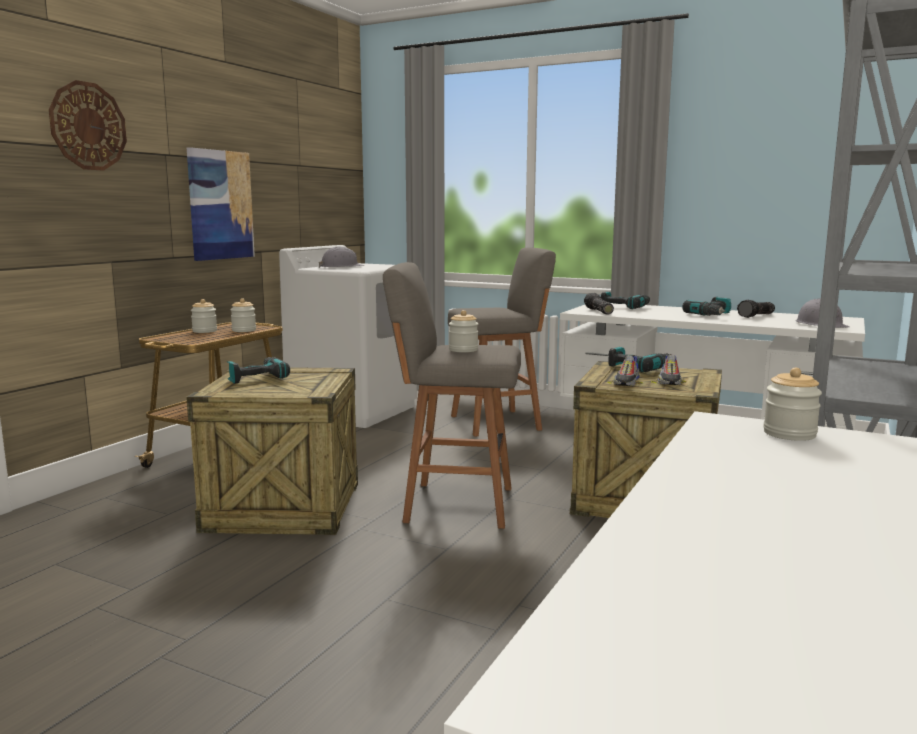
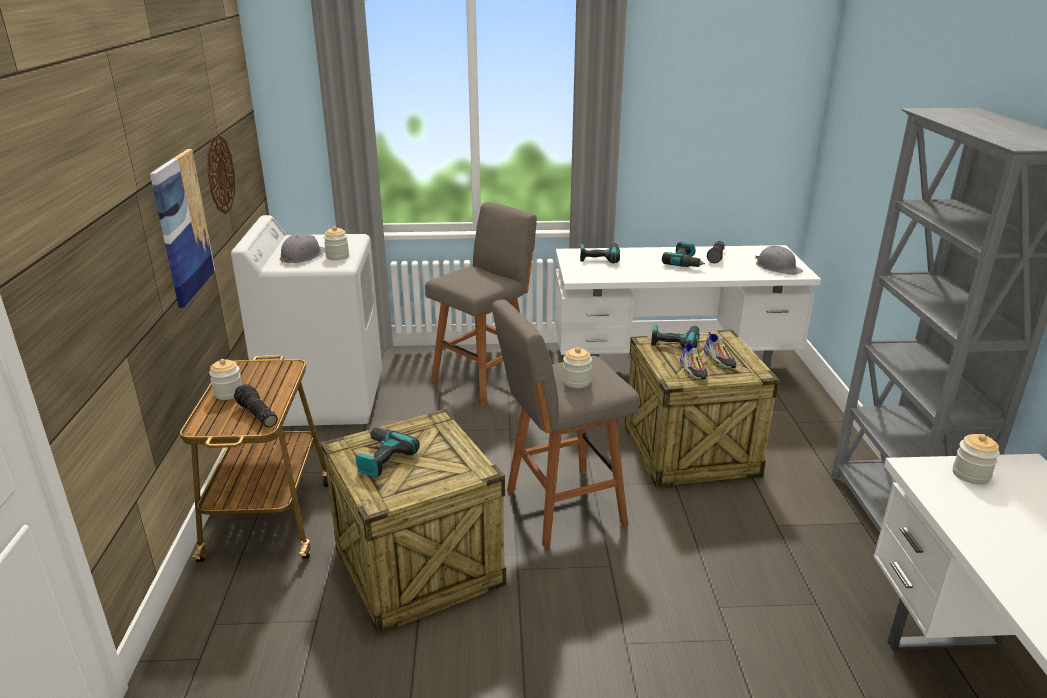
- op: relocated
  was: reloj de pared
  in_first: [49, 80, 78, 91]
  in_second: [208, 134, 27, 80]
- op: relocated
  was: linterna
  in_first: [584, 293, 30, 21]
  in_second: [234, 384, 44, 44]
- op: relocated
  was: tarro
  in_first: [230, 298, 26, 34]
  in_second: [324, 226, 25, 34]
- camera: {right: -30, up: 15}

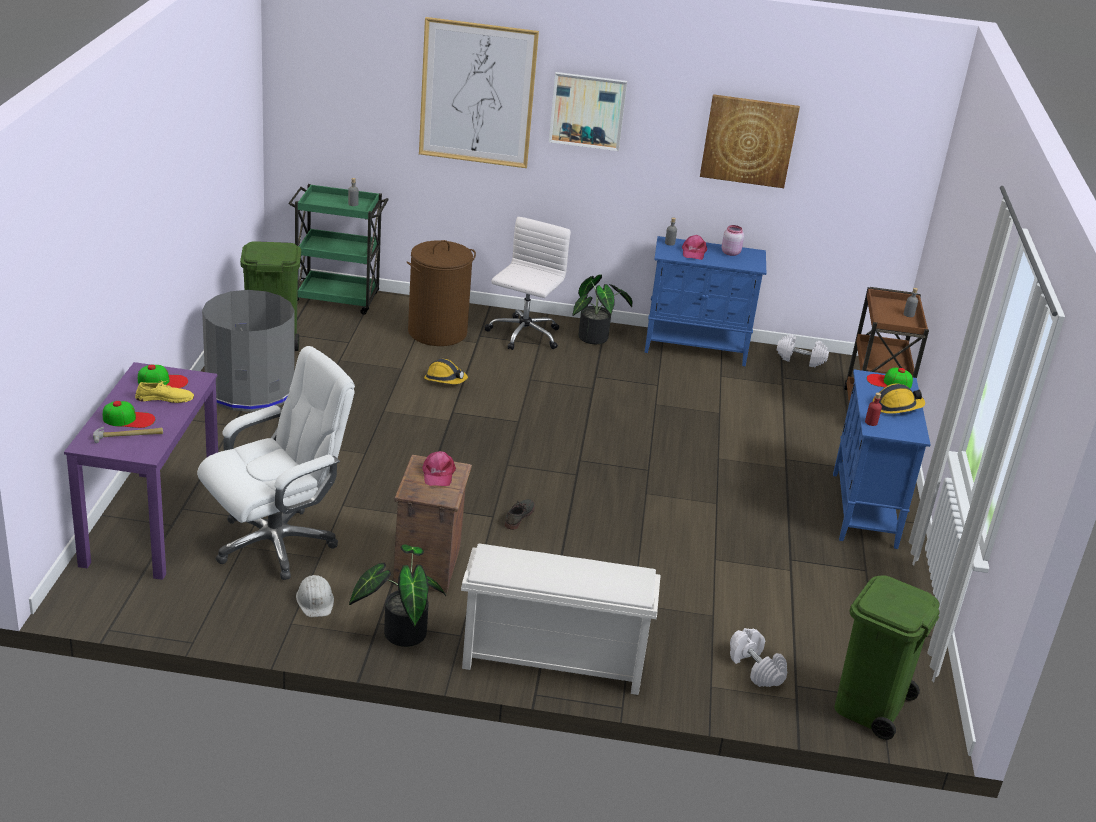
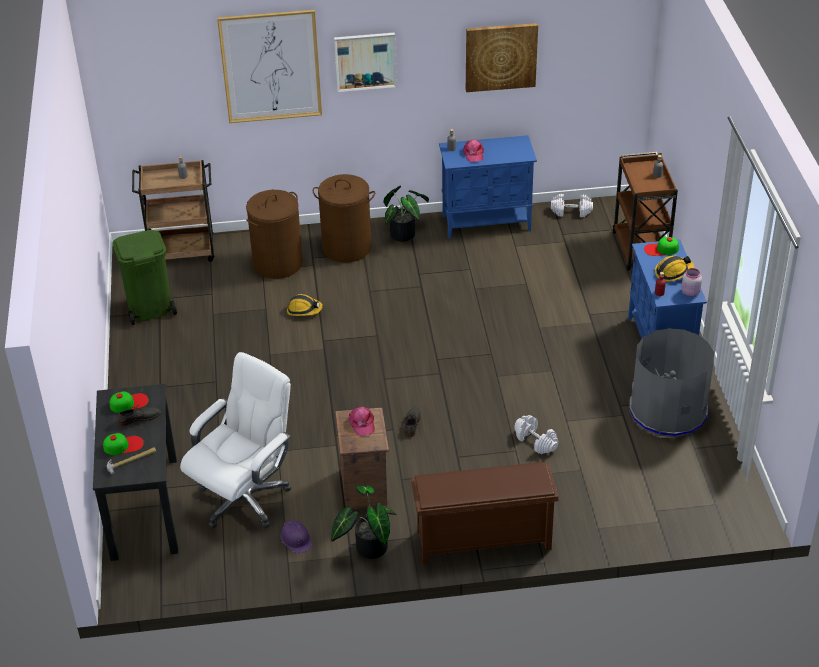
- op: colour
  was: carrito (verde)
  now: carrito (marrón)
  in_first: [288, 184, 101, 131]
  in_second: [132, 160, 83, 102]
- op: exchanged
  was: silla de oficina (blanco)
  now: cesto de la ropa (marrón)
  in_first: [485, 217, 86, 133]
  in_second: [313, 174, 62, 89]
- op: relocated
  was: tarro (rosa)
  in_first: [722, 225, 22, 31]
  in_second: [681, 268, 21, 28]
- op: relocated
  was: papelera (gris)
  in_first: [202, 290, 93, 122]
  in_second: [629, 328, 85, 109]
- op: colour
  was: escritorio (morado)
  now: escritorio (negro)
  in_first: [64, 362, 154, 218]
  in_second: [93, 384, 85, 177]
- op: colour
  was: zapato (amarillo)
  now: zapato (gris)
  in_first: [135, 380, 59, 23]
  in_second: [117, 406, 44, 21]
- op: colour
  was: zapatero (blanco)
  now: zapatero (marrón)
  in_first: [461, 543, 200, 152]
  in_second: [411, 462, 148, 102]
- op: colour
  was: casco (blanco)
  now: casco (morado)
  in_first: [296, 575, 38, 42]
  in_second: [280, 520, 32, 34]
- op: missing
  was: papelera (verde)
  in_first: [834, 575, 106, 165]
- op: relocated
  was: mancuerna (blanco)
  in_first: [730, 628, 57, 59]
  in_second: [514, 415, 44, 39]
- camera: {right: -10, up: 10}

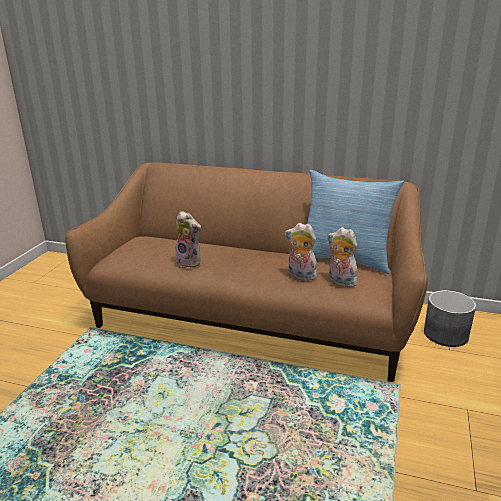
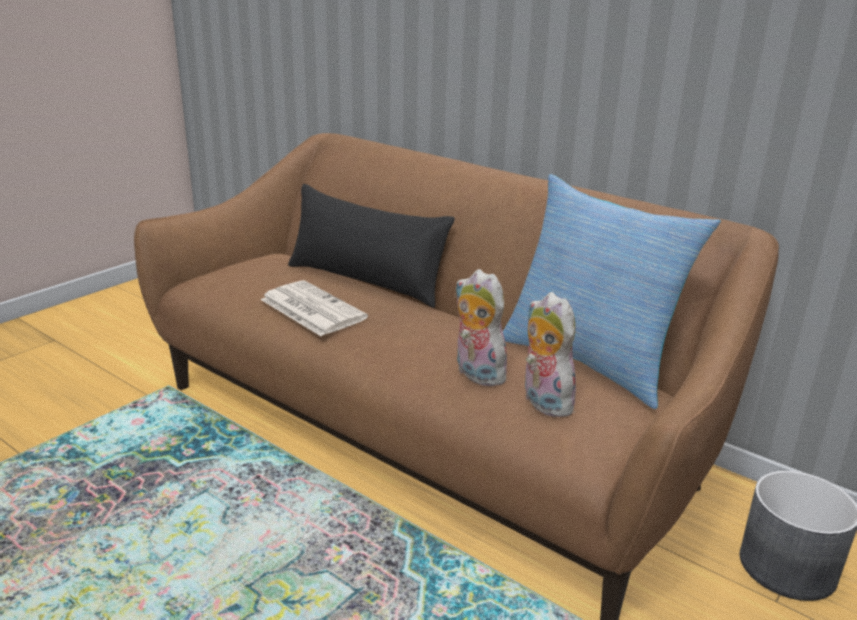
- op: exchanged
  was: peluche
  now: periódico
  in_first: [175, 211, 26, 57]
  in_second: [260, 280, 108, 56]
- op: appeared
  now: cojín (negro)
  in_second: [288, 184, 167, 124]
- camera: {right: 20, up: 0}

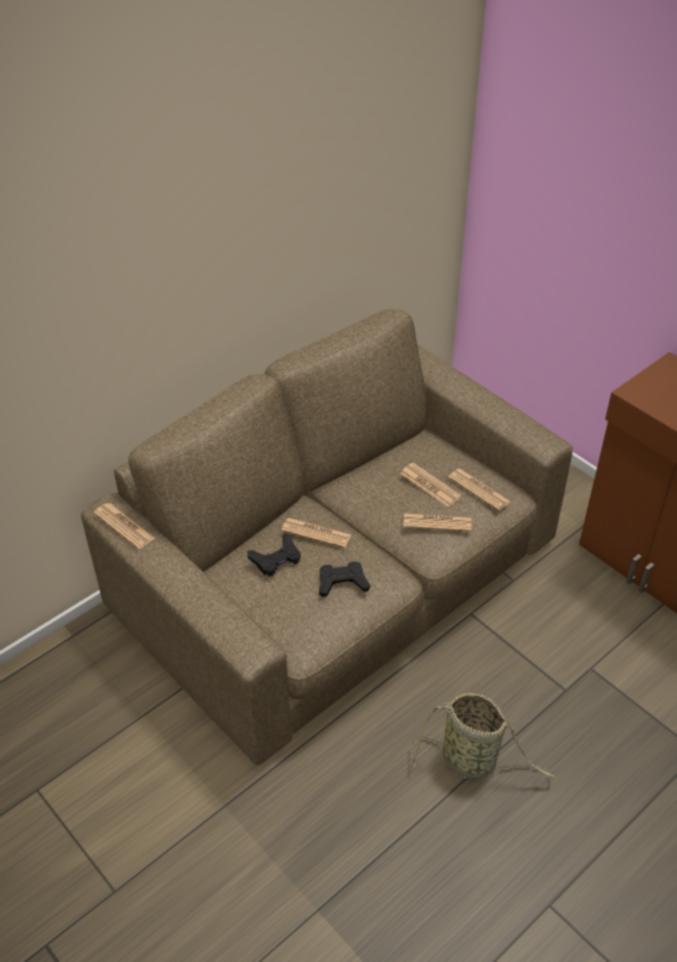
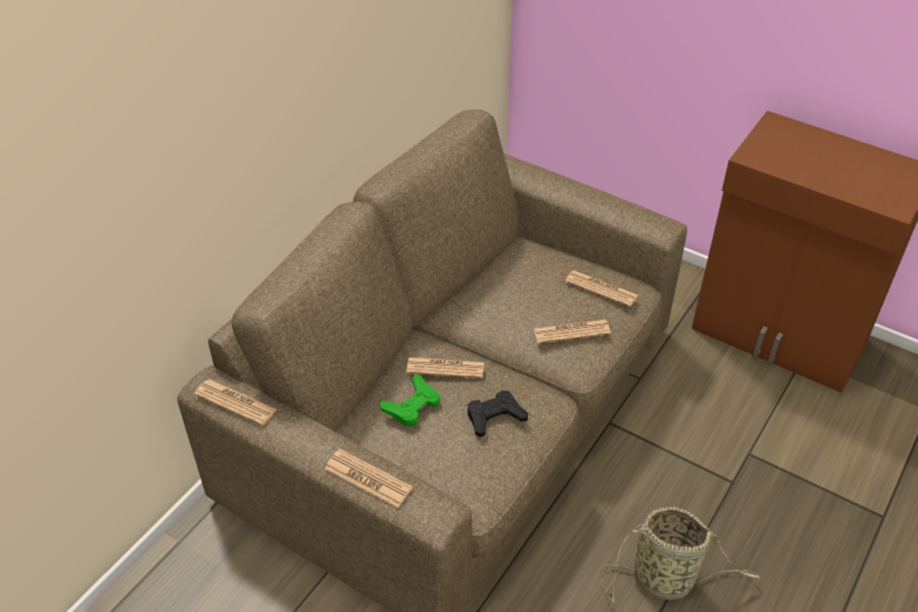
- op: relocated
  was: periódico
  in_first: [400, 463, 61, 44]
  in_second: [325, 449, 88, 59]
- op: colour
  was: mando de consola (negro)
  now: mando de consola (verde)
  in_first: [248, 533, 53, 43]
  in_second: [380, 374, 60, 53]
- camera: {right: -15, up: 0}

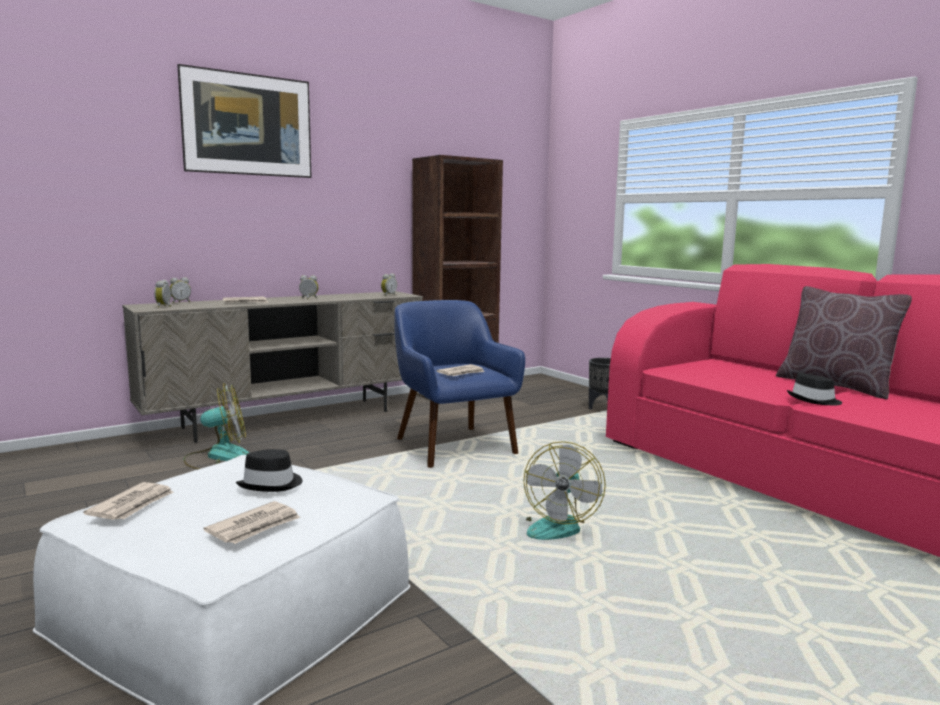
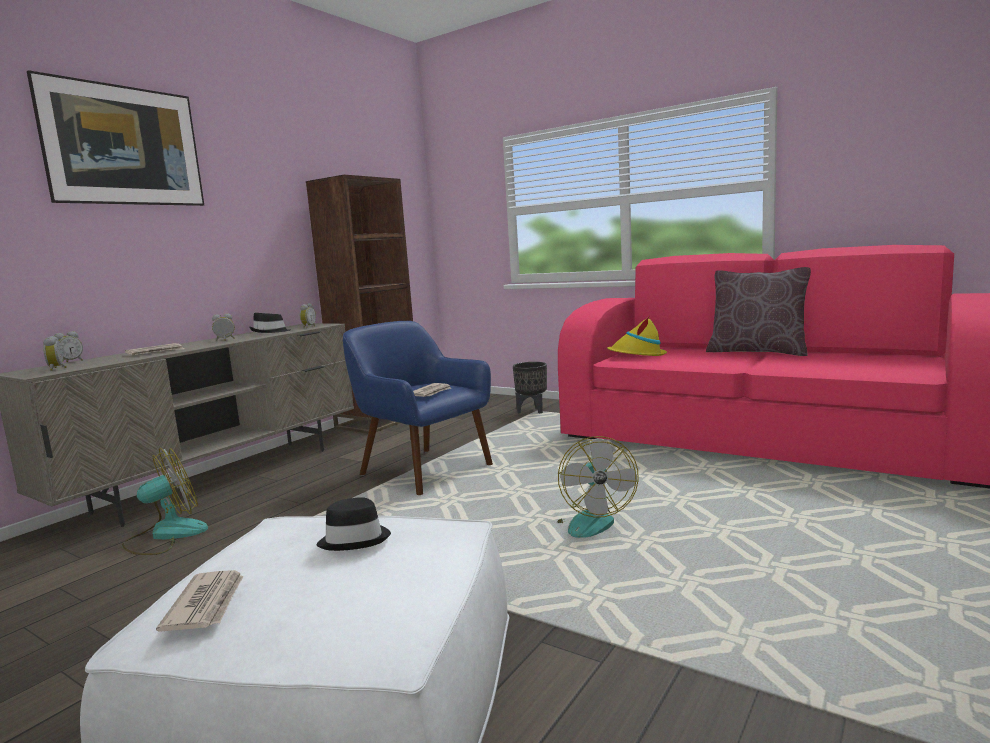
- op: relocated
  was: sombrero (negro)
  in_first: [787, 373, 55, 33]
  in_second: [249, 313, 41, 20]
- op: missing
  was: periódico
  in_first: [204, 501, 97, 43]
- op: appeared
  now: sombrero (amarillo)
  in_second: [607, 317, 60, 39]
- camera: {right: -20, up: 0}

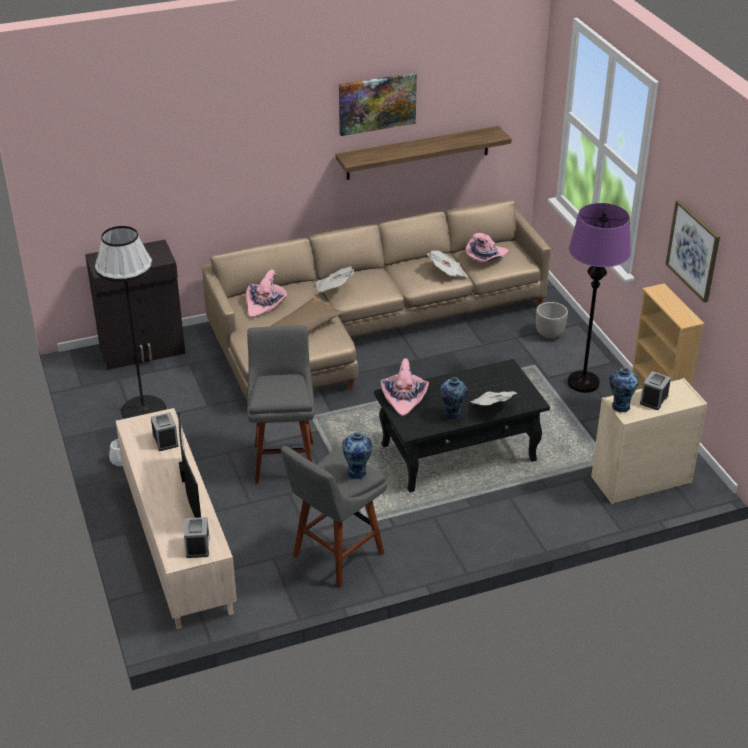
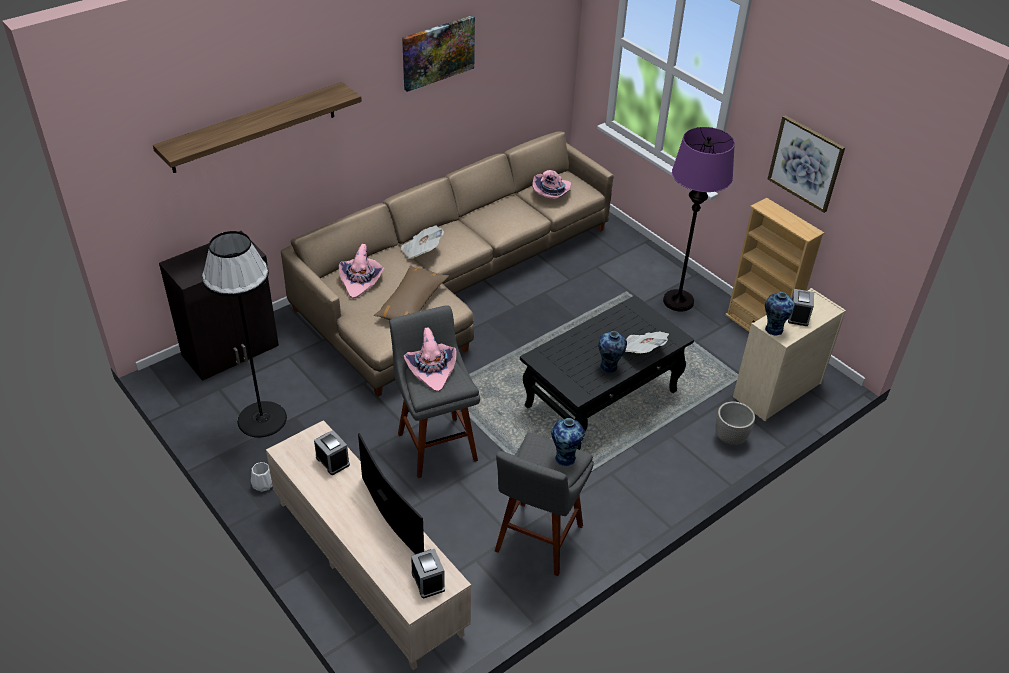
- op: relocated
  was: estante
  in_first: [336, 126, 176, 54]
  in_second: [153, 82, 209, 91]
- op: missing
  was: periódico
  in_first: [427, 250, 41, 27]
- op: relocated
  was: maceta
  in_first: [536, 302, 32, 37]
  in_second: [716, 401, 39, 44]
- op: relocated
  was: sombrero (rosa)
  in_first: [381, 358, 48, 58]
  in_second: [404, 327, 52, 65]
- camera: {right: -20, up: 5}

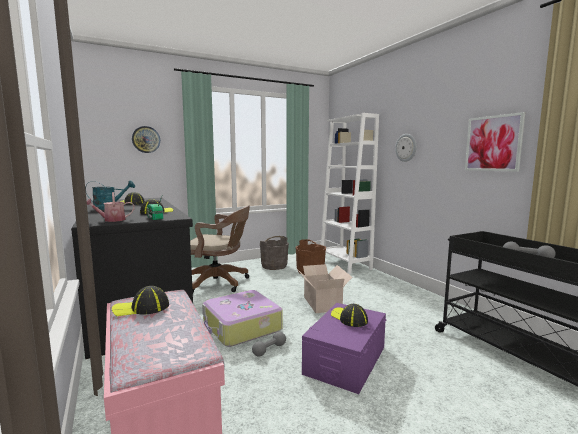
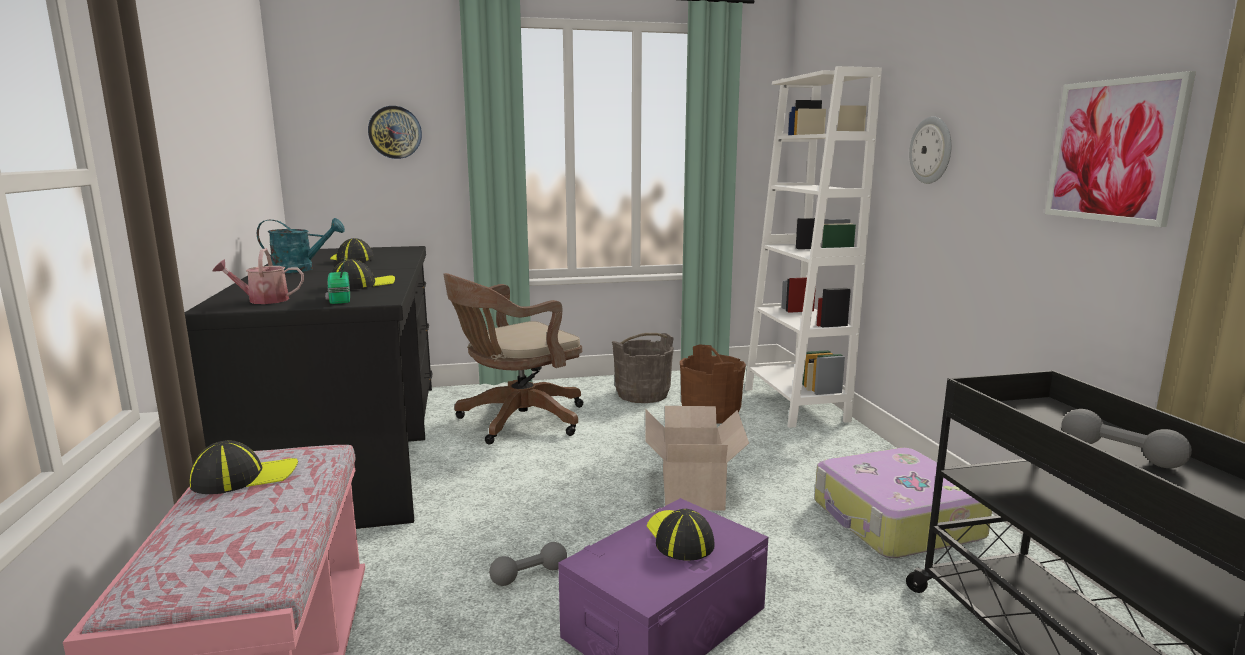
- op: spun
  was: silla de oficina (marrón)
  in_first: [190, 205, 60, 88]
  in_second: [443, 273, 140, 171]
  clockwise: 120
- op: spun
  was: gorra
  in_first: [112, 286, 57, 30]
  in_second: [189, 440, 109, 54]
  clockwise: 150
- op: relocated
  was: maleta
  in_first: [202, 290, 81, 57]
  in_second: [815, 448, 177, 110]
- camera: {right: 15, up: 5}

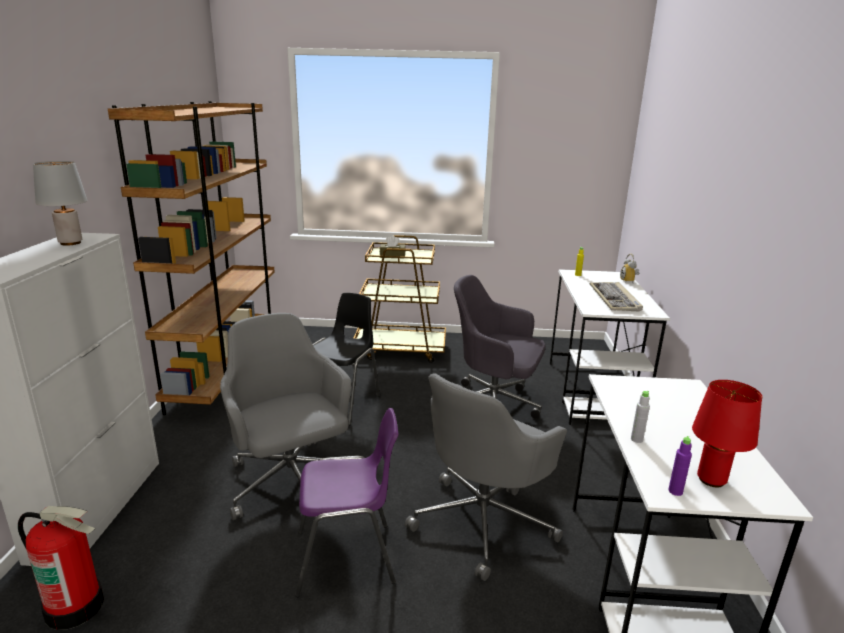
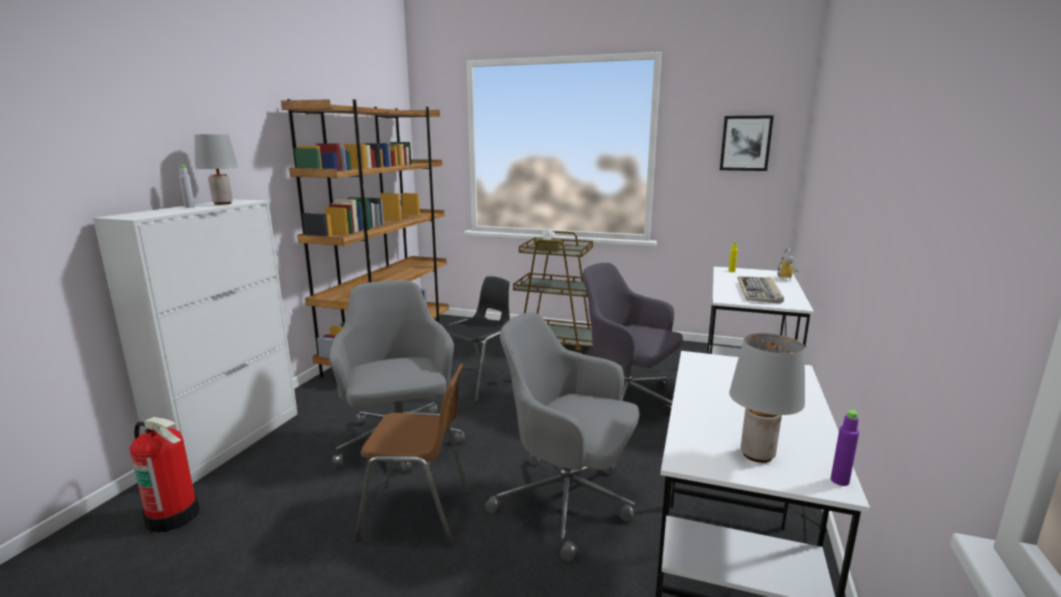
- op: spun
  was: silla de oficina (gris)
  in_first: [405, 373, 162, 208]
  in_second: [485, 312, 155, 249]
  clockwise: 60
- op: colour
  was: lámpara de mesa (rojo)
  now: lámpara de mesa (gris)
  in_first: [692, 380, 70, 107]
  in_second: [729, 333, 76, 130]
- op: relocated
  was: botella (gris)
  in_first: [631, 390, 19, 53]
  in_second: [179, 165, 16, 43]
- op: colour
  was: silla (morado)
  now: silla (marrón)
  in_first: [295, 408, 103, 189]
  in_second: [354, 364, 115, 181]
- op: relocated
  was: botella (morado)
  in_first: [668, 436, 24, 60]
  in_second: [831, 409, 28, 77]
- op: appeared
  now: cuadro
  in_second: [720, 115, 54, 56]
- camera: {right: 15, up: -5}

